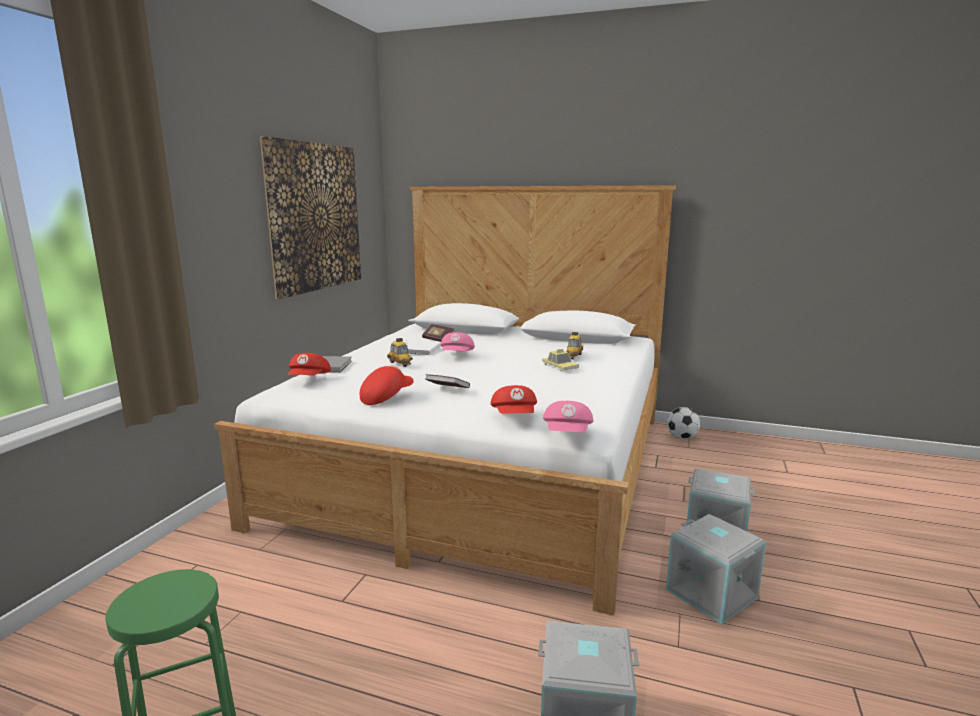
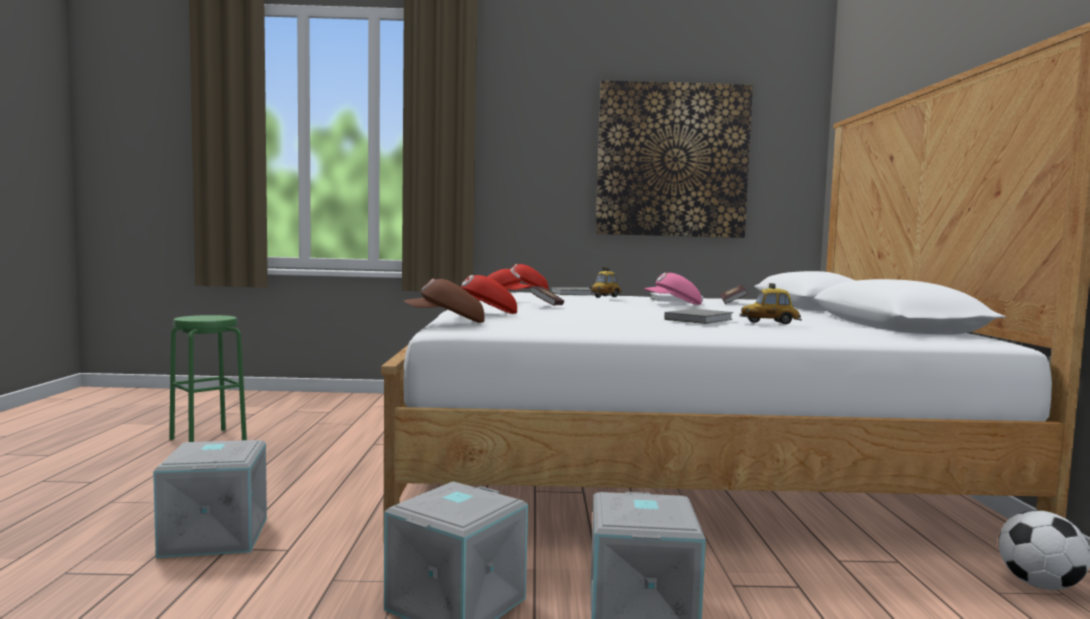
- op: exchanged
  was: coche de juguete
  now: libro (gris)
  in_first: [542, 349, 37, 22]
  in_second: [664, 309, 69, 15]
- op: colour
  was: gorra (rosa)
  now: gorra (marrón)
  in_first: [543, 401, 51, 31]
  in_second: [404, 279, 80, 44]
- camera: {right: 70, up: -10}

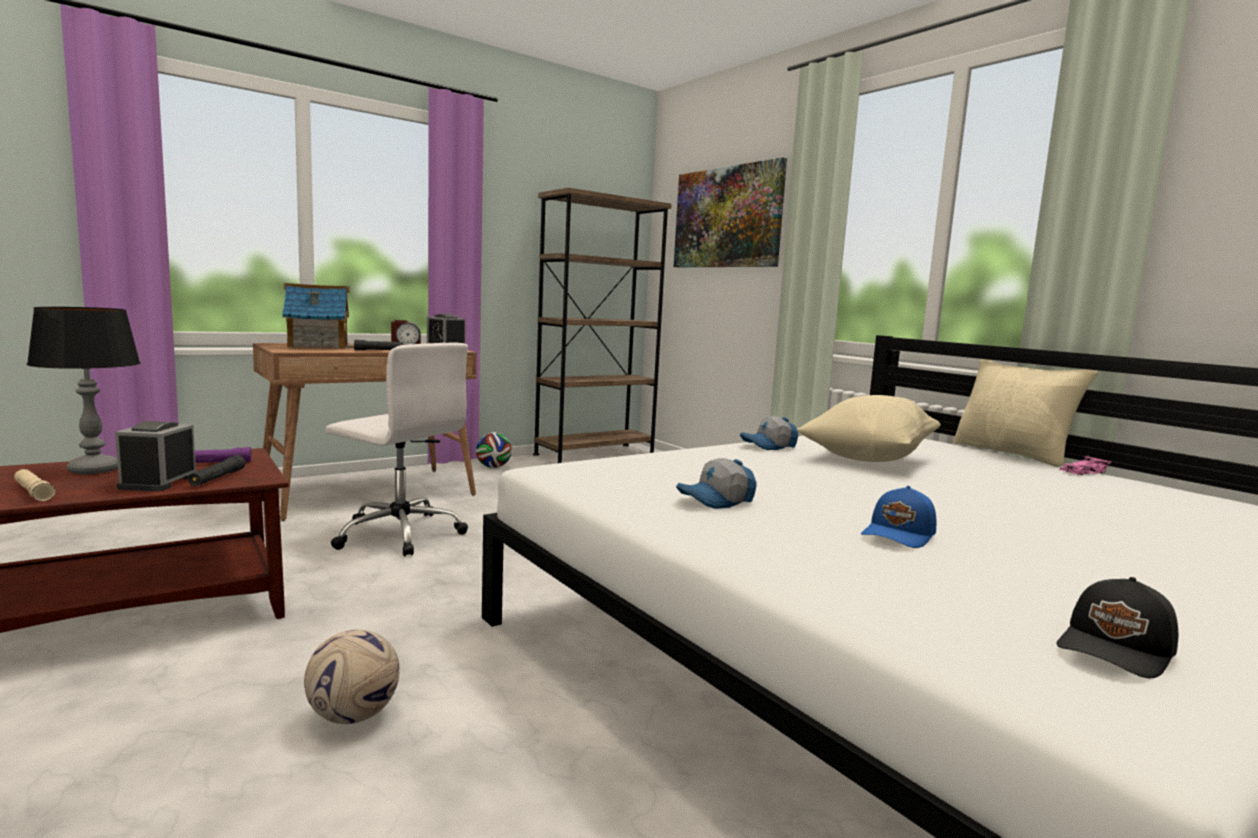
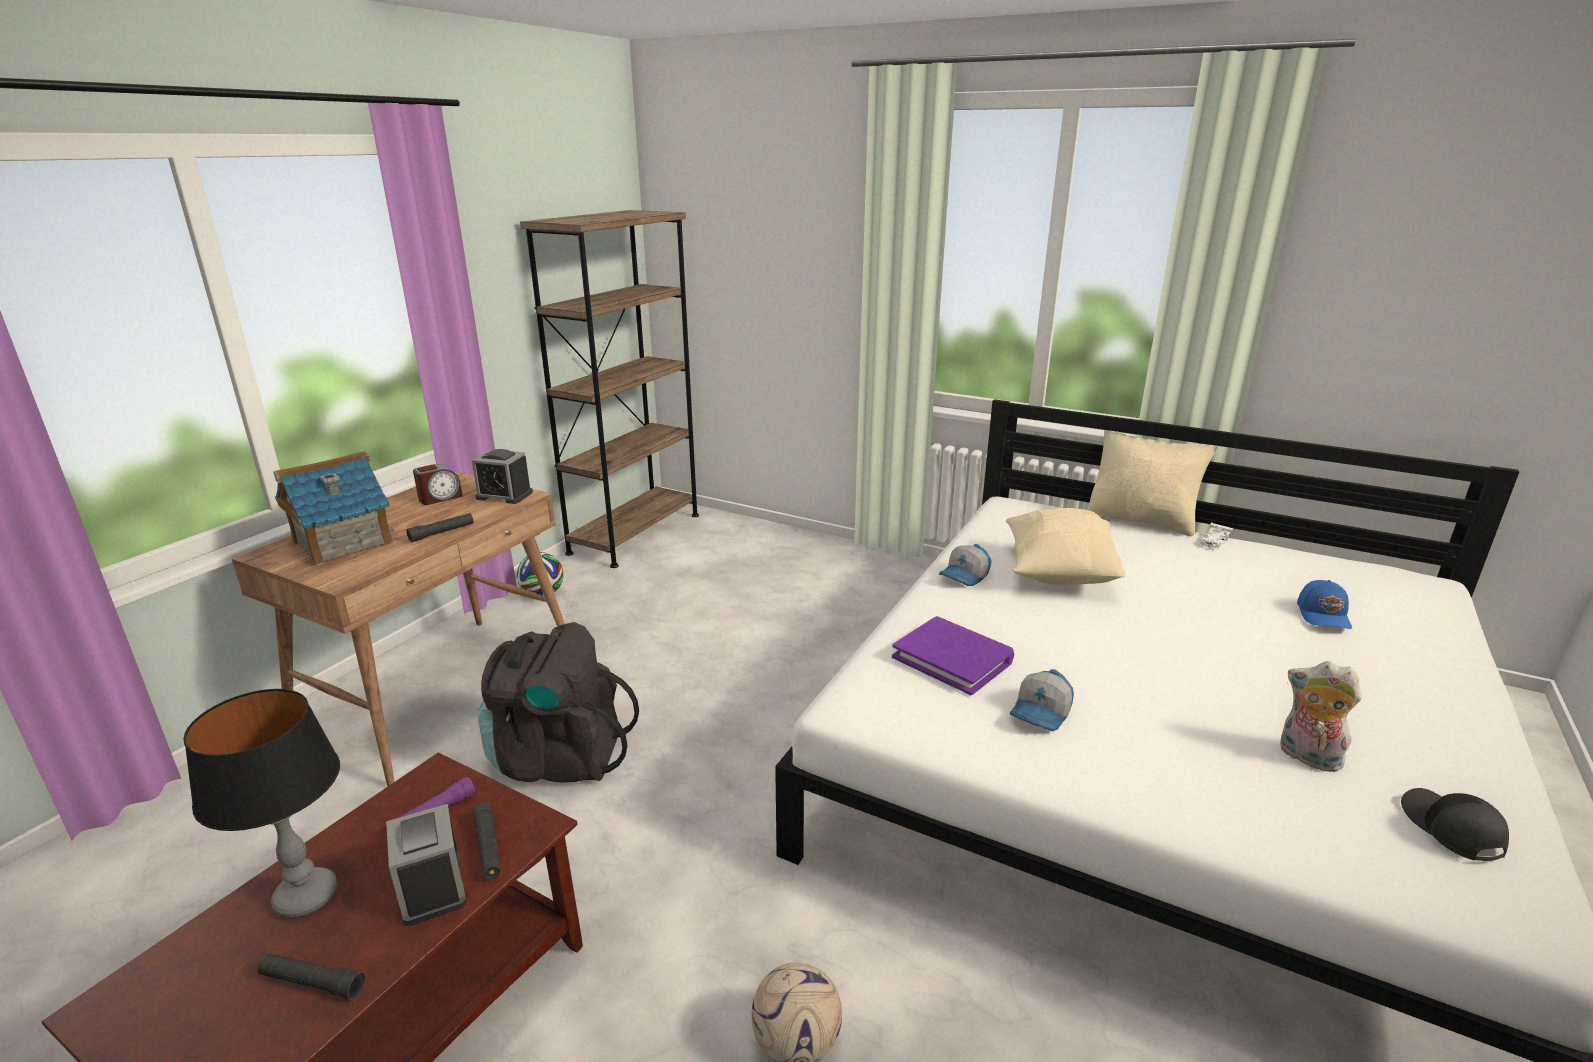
- op: missing
  was: cuadro
  in_first: [674, 157, 113, 110]
- op: exchanged
  was: silla de oficina (blanco)
  now: mochila (negro)
  in_first: [325, 343, 143, 214]
  in_second: [478, 622, 161, 161]
- op: colour
  was: coche de juguete (rosa)
  now: coche de juguete (blanco)
  in_first: [1059, 456, 52, 19]
  in_second: [1199, 523, 34, 26]
- op: colour
  was: linterna (beis)
  now: linterna (negro)
  in_first: [14, 469, 42, 32]
  in_second: [257, 953, 109, 47]
- op: relocated
  was: gorra (azul)
  in_first: [861, 486, 76, 62]
  in_second: [1297, 580, 55, 49]
- op: spun
  was: gorra (negro)
  in_first: [1057, 577, 121, 101]
  in_second: [1401, 788, 108, 73]
  clockwise: 150
- op: appeared
  now: libro (morado)
  in_second: [892, 616, 122, 79]
- op: appeared
  now: peluche
  in_second: [1280, 661, 82, 111]
- camera: {right: -25, up: 15}

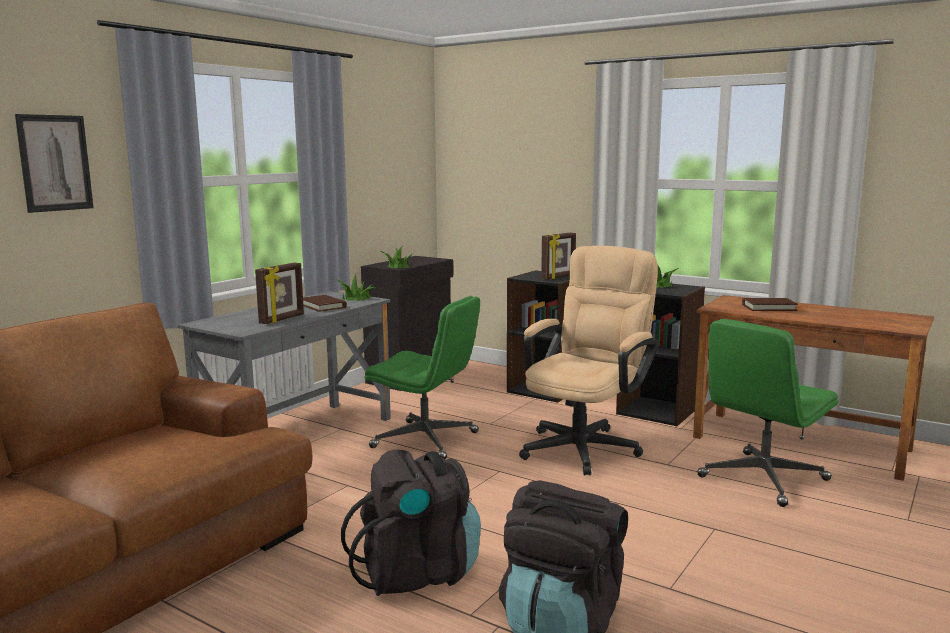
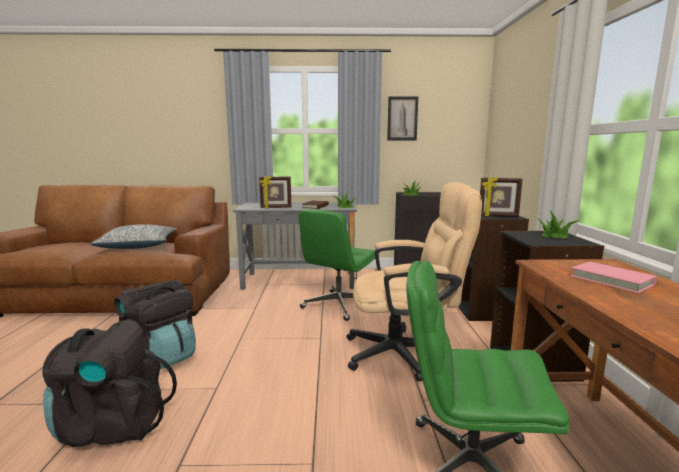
- op: relocated
  was: cuadro
  in_first: [15, 114, 79, 99]
  in_second: [387, 96, 31, 44]
- op: spun
  was: silla de oficina (verde)
  in_first: [365, 296, 115, 164]
  in_second: [299, 209, 76, 112]
  clockwise: 45
- op: colour
  was: libro (marrón)
  now: libro (rosa)
  in_first: [742, 298, 56, 13]
  in_second: [570, 262, 87, 31]
- op: appeared
  now: cojín
  in_second: [90, 224, 87, 25]
- camera: {right: 55, up: 0}

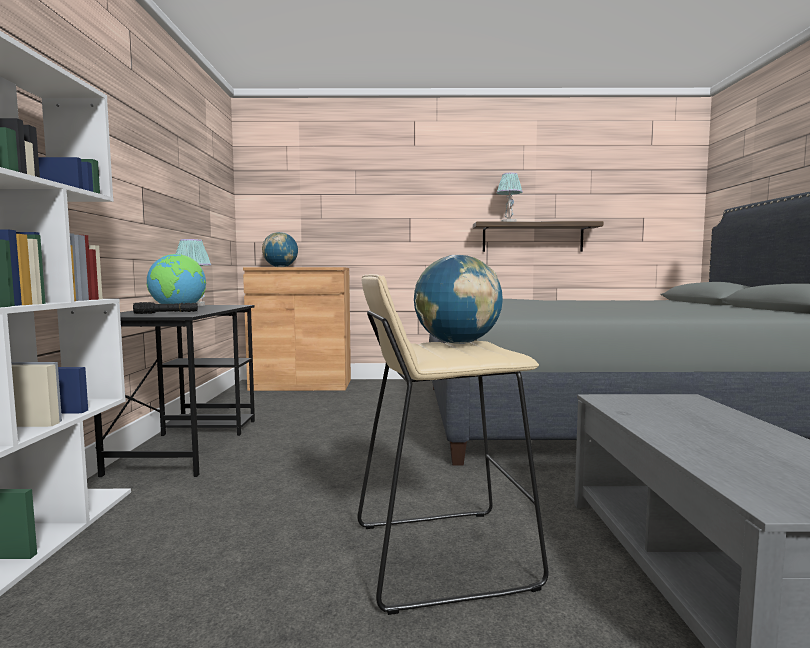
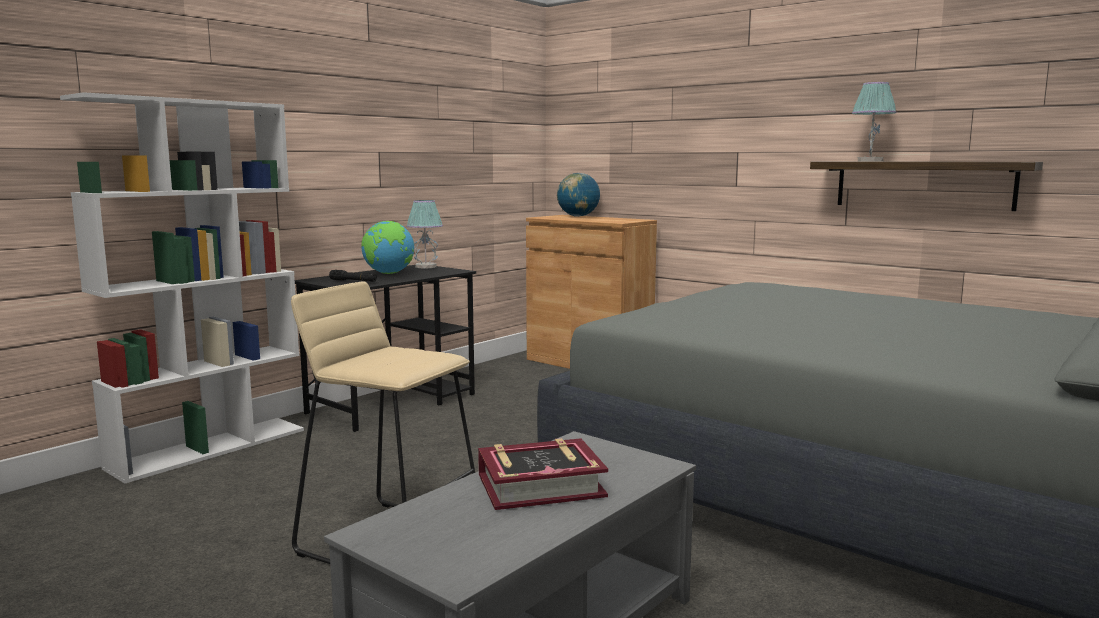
- op: missing
  was: globo terráqueo
  in_first: [414, 255, 89, 89]
- op: appeared
  now: libro
  in_second: [478, 438, 130, 72]
- camera: {right: 40, up: 5}

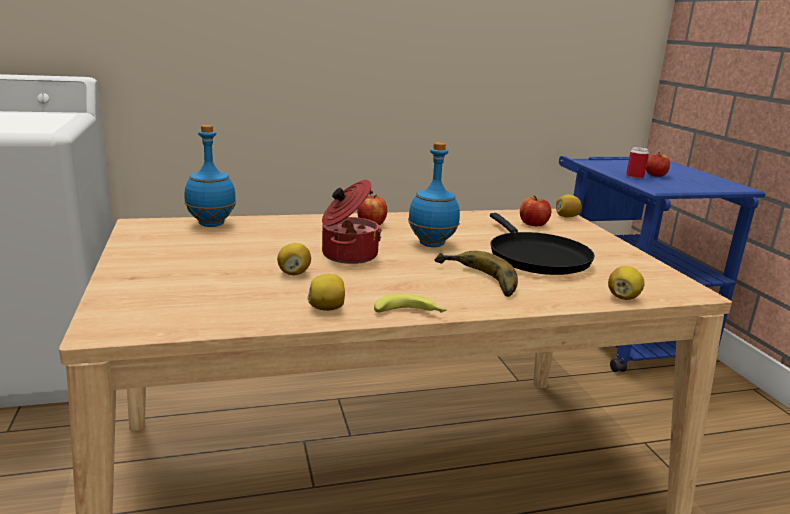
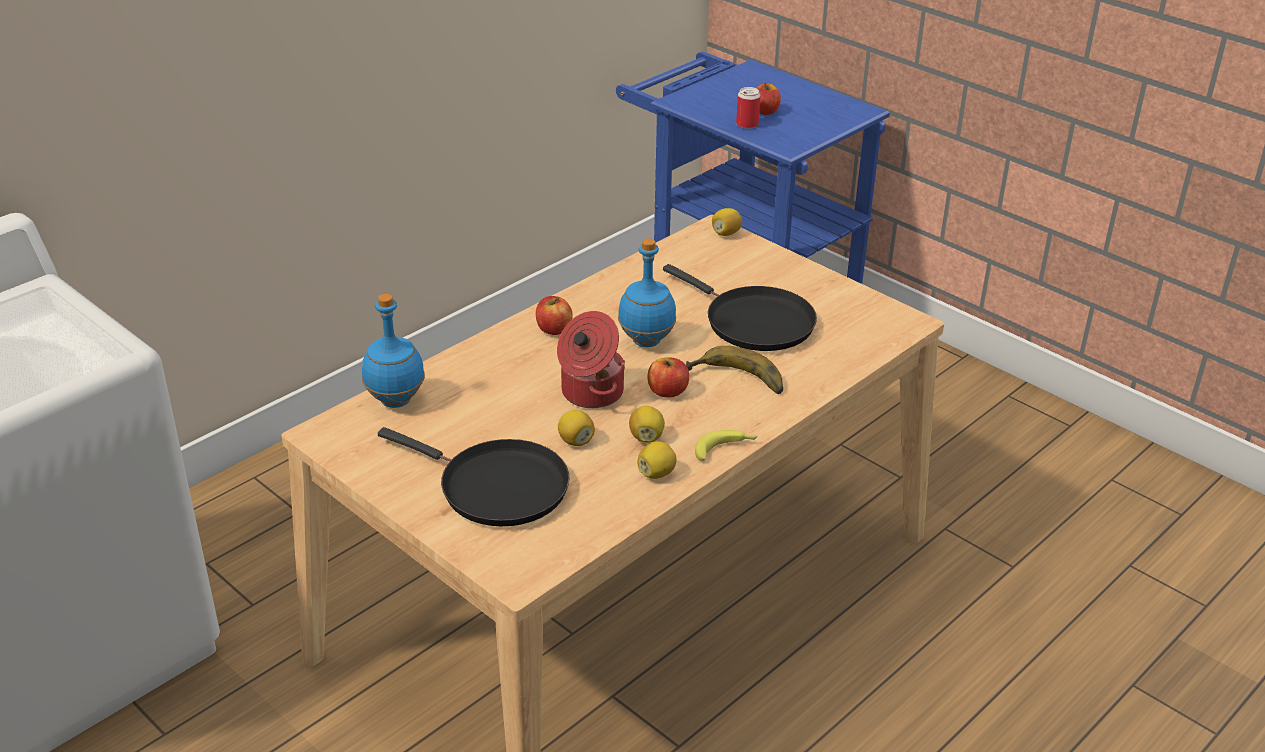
- op: relocated
  was: manzana
  in_first: [520, 196, 31, 30]
  in_second: [647, 357, 42, 41]
- op: relocated
  was: limón
  in_first: [608, 266, 37, 34]
  in_second: [629, 406, 36, 37]
- op: appeared
  now: sartén (negro)
  in_second: [378, 427, 191, 99]
- camera: {right: -30, up: 15}

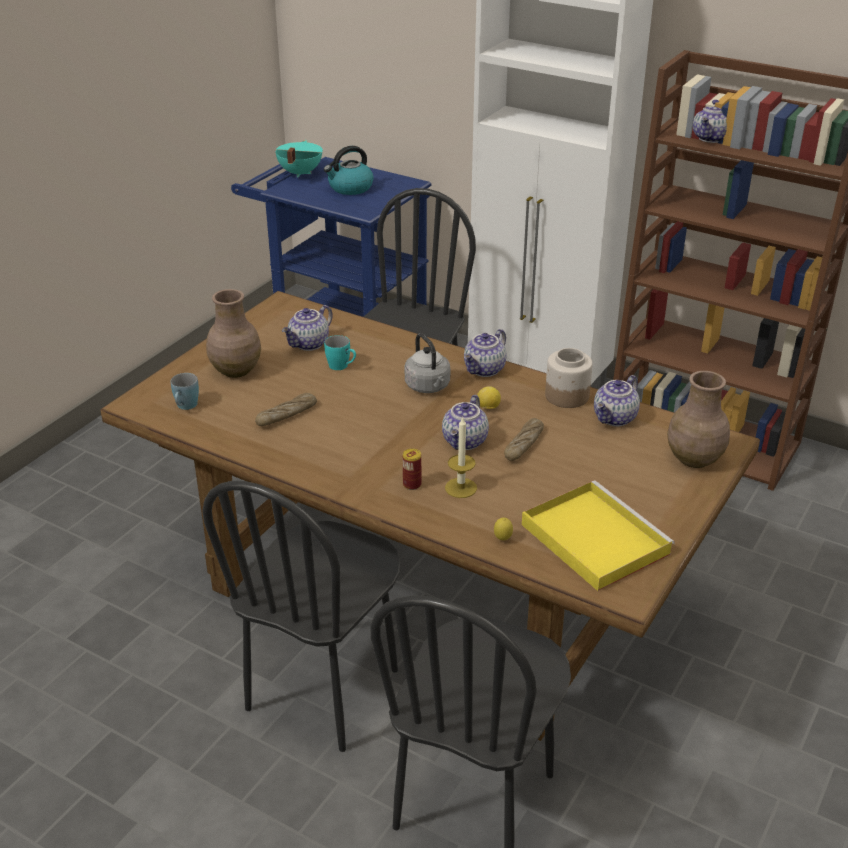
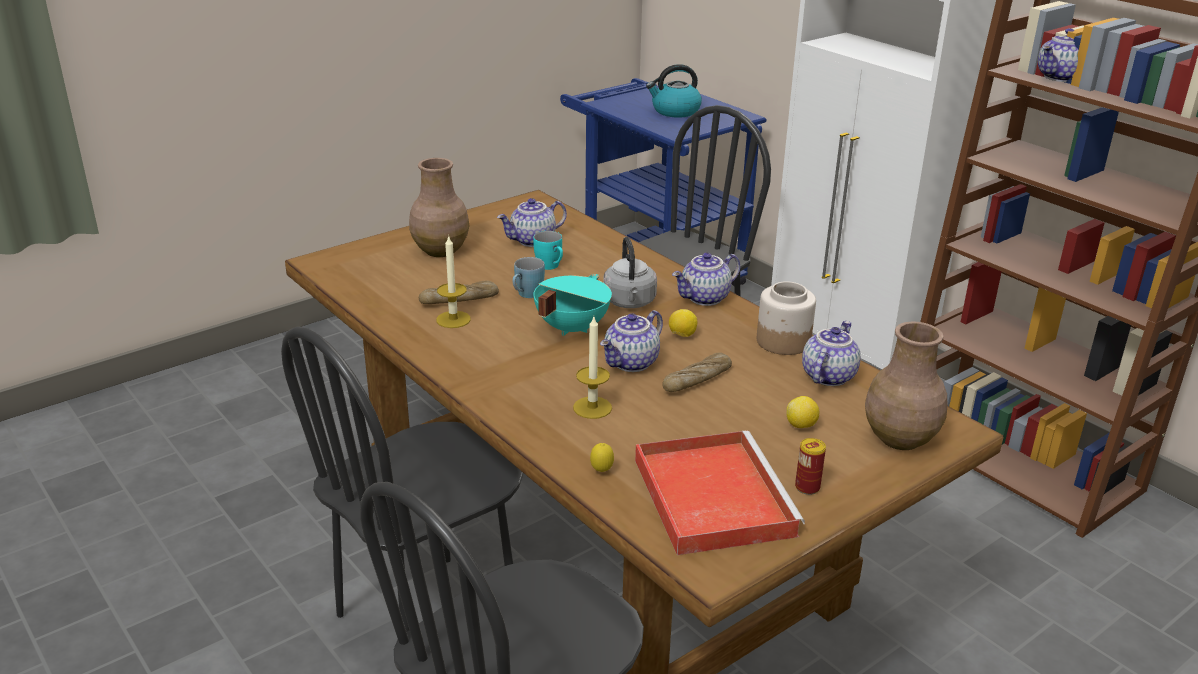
- op: relocated
  was: olla (turquesa)
  in_first: [276, 140, 47, 37]
  in_second: [533, 274, 79, 62]
- op: relocated
  was: taza grande (azul)
  in_first: [171, 373, 28, 37]
  in_second: [513, 257, 32, 41]
- op: spun
  was: tetera
  in_first: [594, 375, 46, 51]
  in_second: [802, 321, 59, 65]
  clockwise: 150
- op: relocated
  was: lata
  in_first: [403, 449, 18, 41]
  in_second: [795, 438, 31, 57]
- op: colour
  was: bandeja (amarillo)
  now: bandeja (rojo)
  in_first: [522, 480, 153, 111]
  in_second: [635, 431, 170, 124]
- op: appeared
  now: vela
  in_second: [436, 235, 35, 93]
- op: appeared
  now: limón
  in_second: [786, 396, 34, 32]
- camera: {right: 20, up: -5}

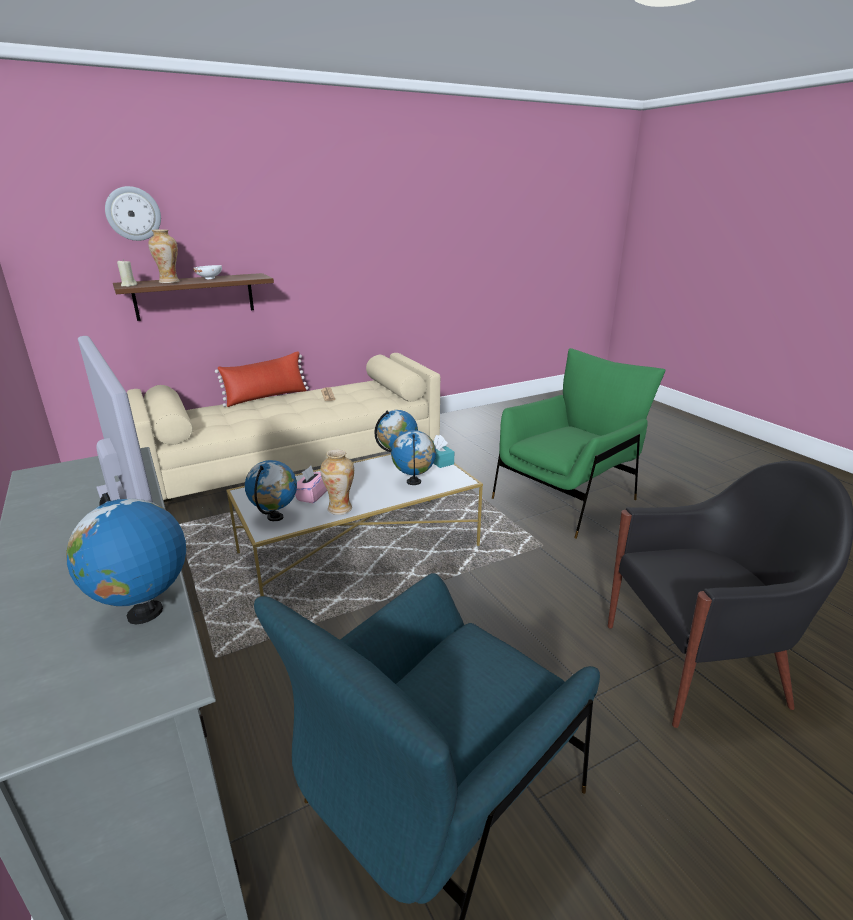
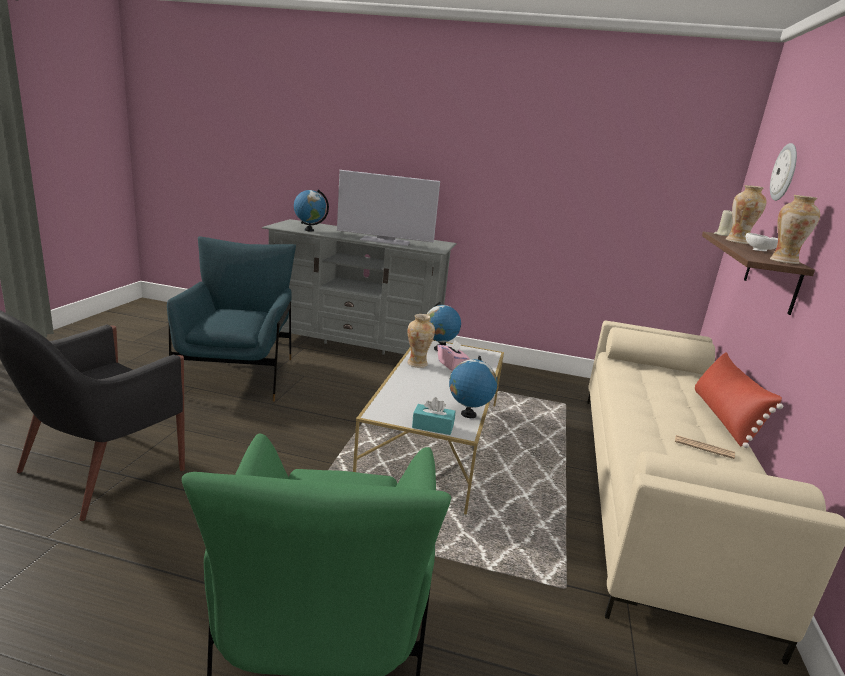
- op: missing
  was: globo terráqueo
  in_first: [391, 430, 45, 55]
- op: appeared
  now: florero
  in_second: [770, 195, 50, 69]
- camera: {right: 130, up: -5}

